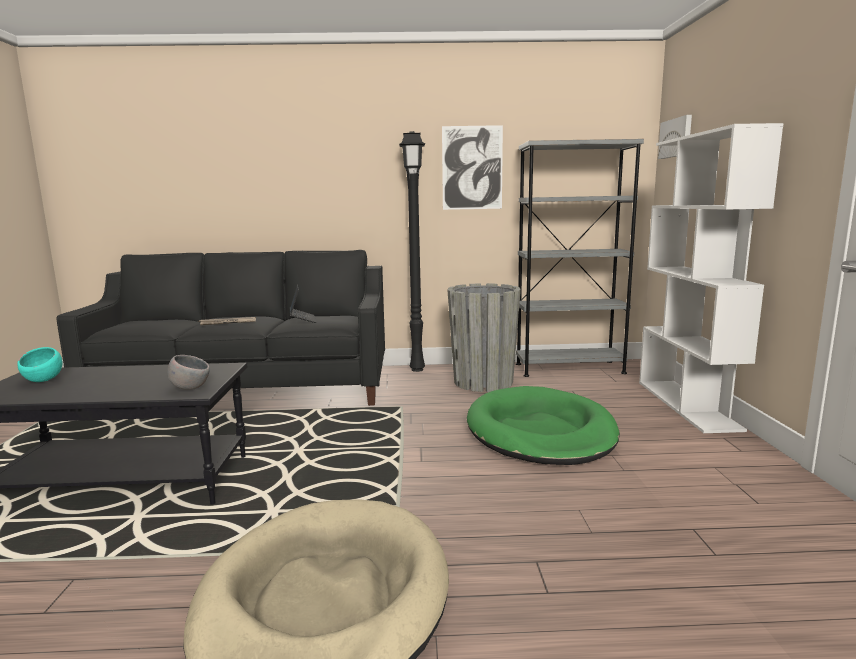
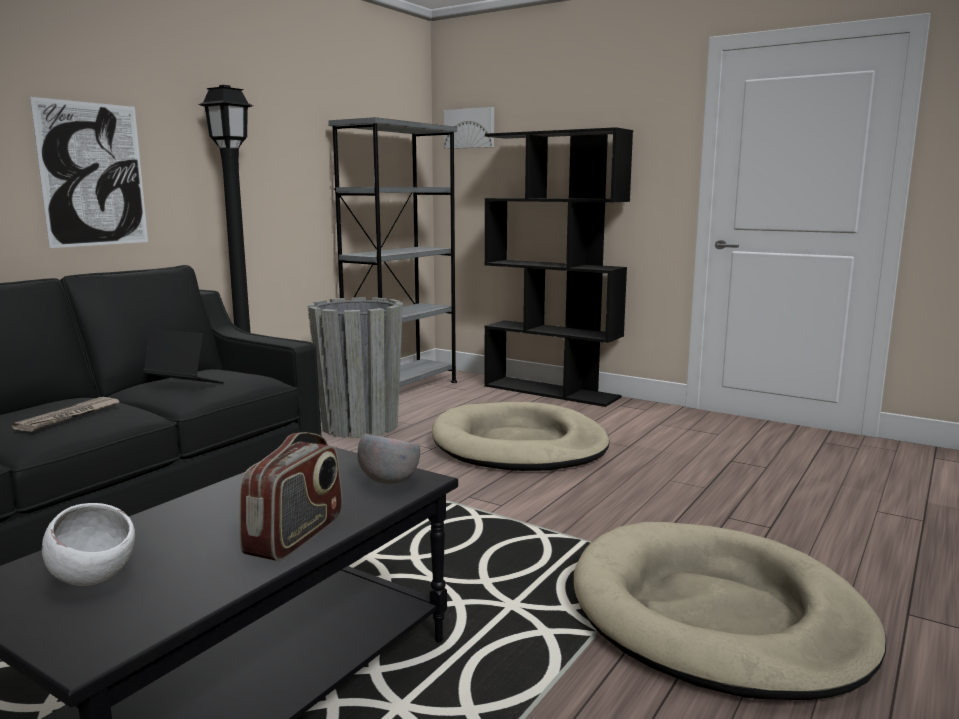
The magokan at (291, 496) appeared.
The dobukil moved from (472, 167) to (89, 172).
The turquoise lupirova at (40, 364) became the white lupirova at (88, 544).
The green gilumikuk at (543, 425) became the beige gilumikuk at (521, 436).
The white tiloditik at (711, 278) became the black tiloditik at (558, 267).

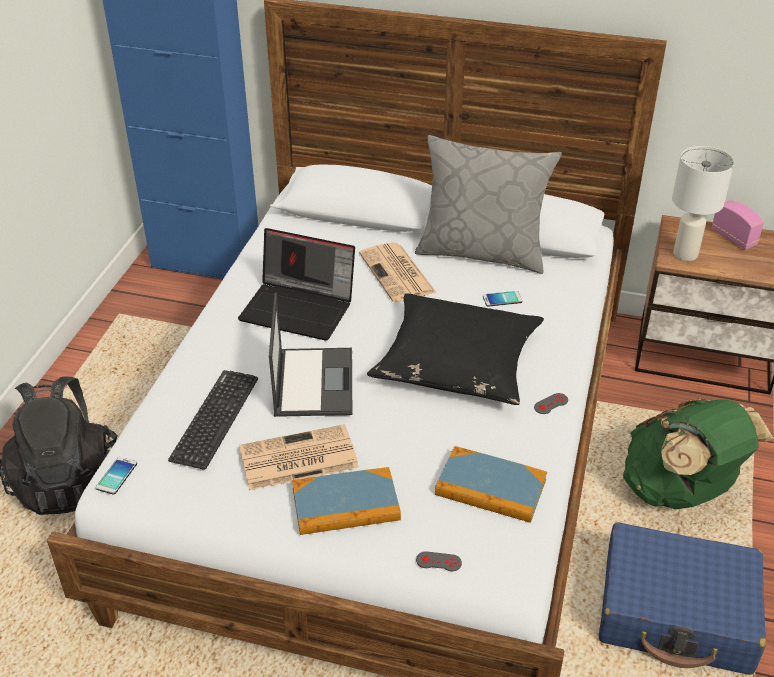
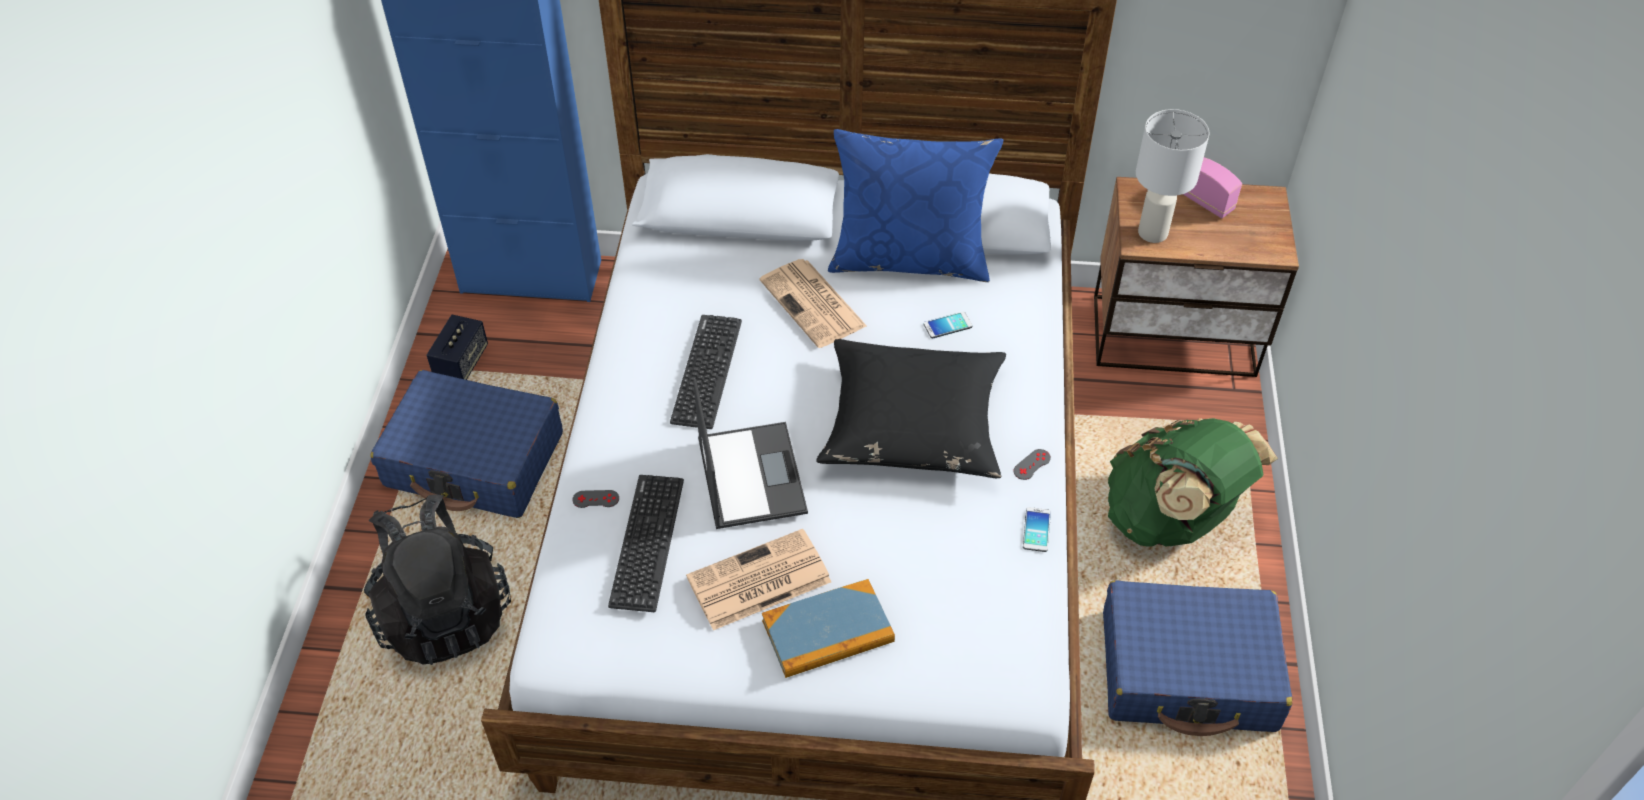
The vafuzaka at (491, 484) disappeared.
The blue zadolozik at (466, 444) appeared.
The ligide at (457, 347) appeared.
The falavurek moved from (116, 475) to (1037, 529).
The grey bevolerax moved from (439, 561) to (595, 499).
The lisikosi at (296, 284) was replaced by the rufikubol at (706, 372).
The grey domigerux at (488, 204) became the blue domigerux at (915, 205).

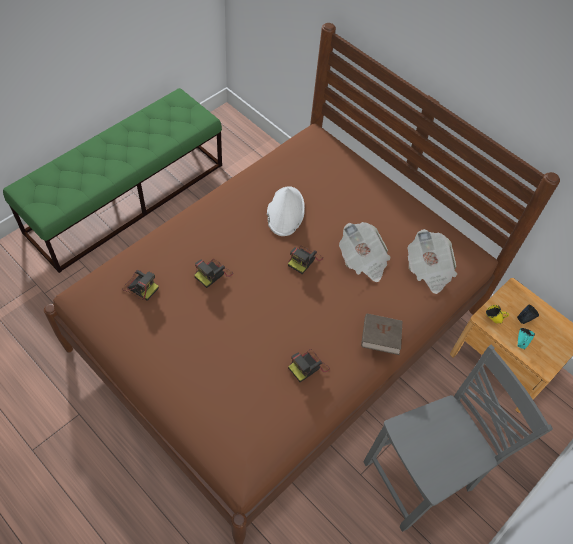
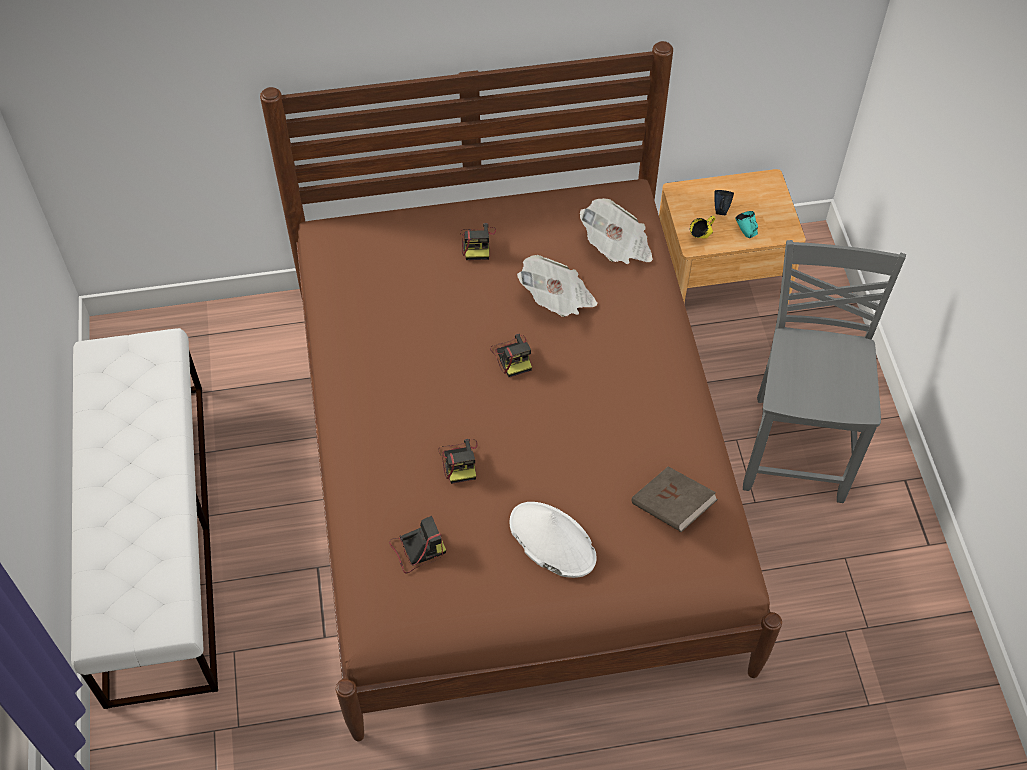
The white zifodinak moved from (286, 211) to (553, 540).
The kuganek moved from (309, 365) to (478, 241).
The brown vafuzaka moved from (381, 334) to (675, 499).
The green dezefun at (112, 180) became the white dezefun at (144, 518).

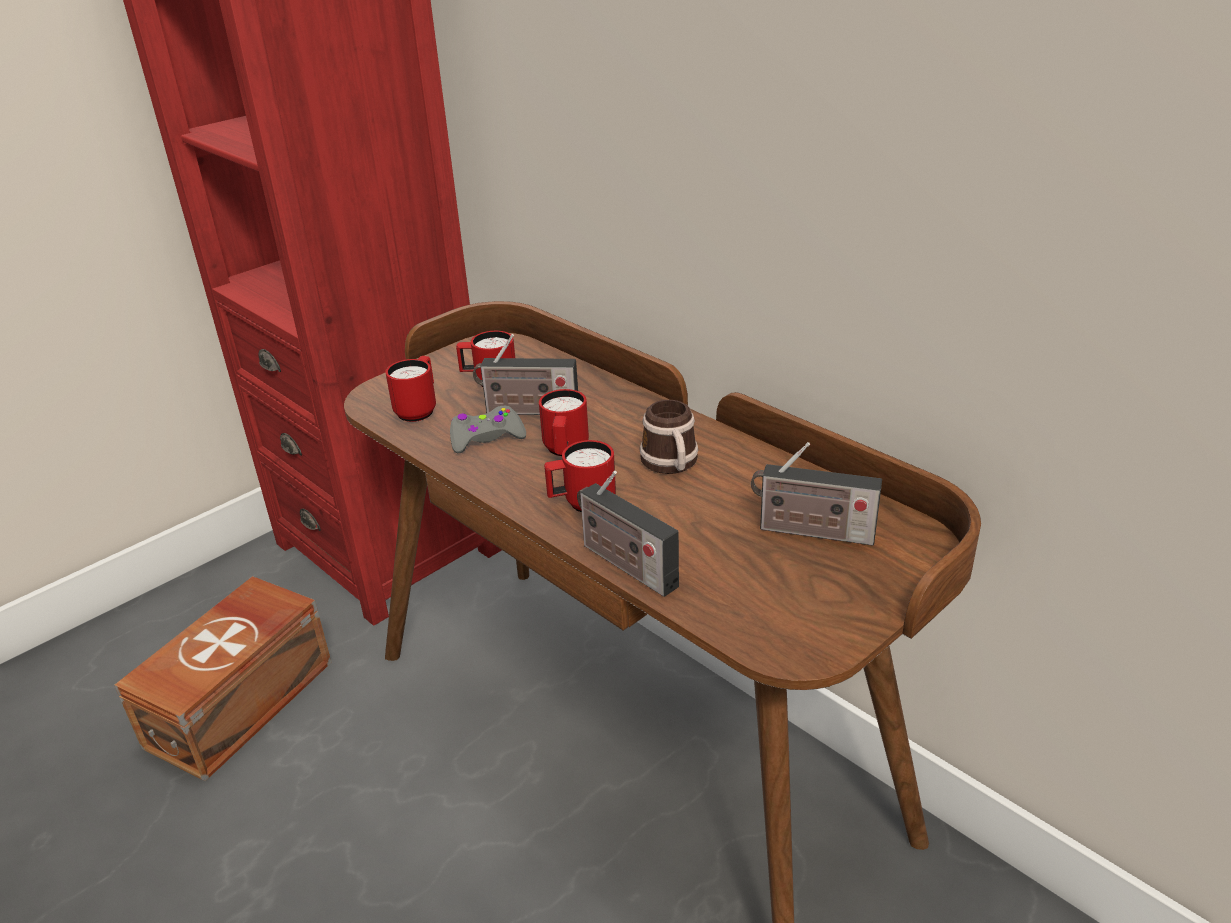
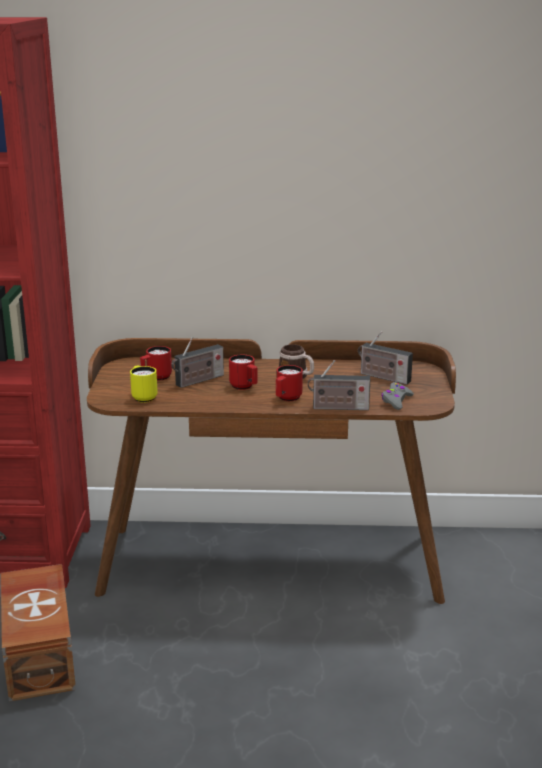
The grey bevolerax moved from (488, 430) to (397, 396).
The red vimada at (410, 389) became the yellow vimada at (144, 384).
The magokan at (816, 493) turned 60 degrees clockwise.

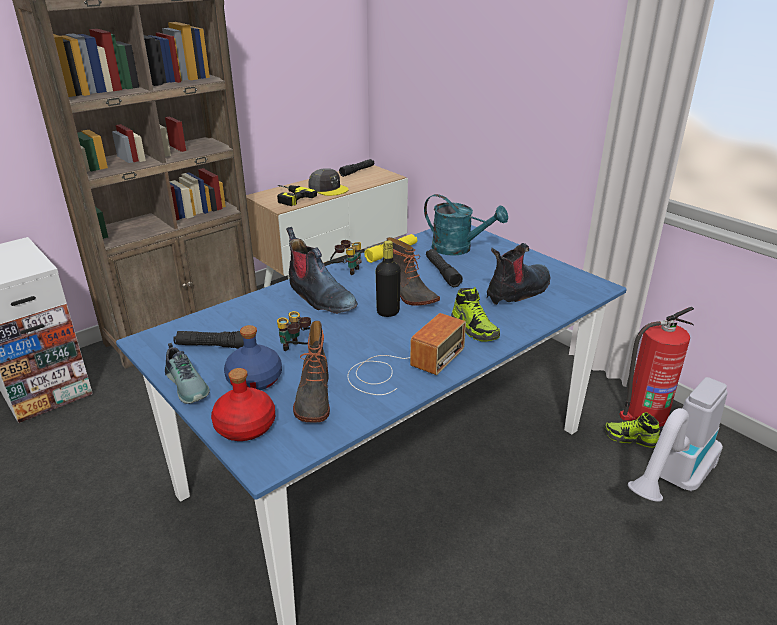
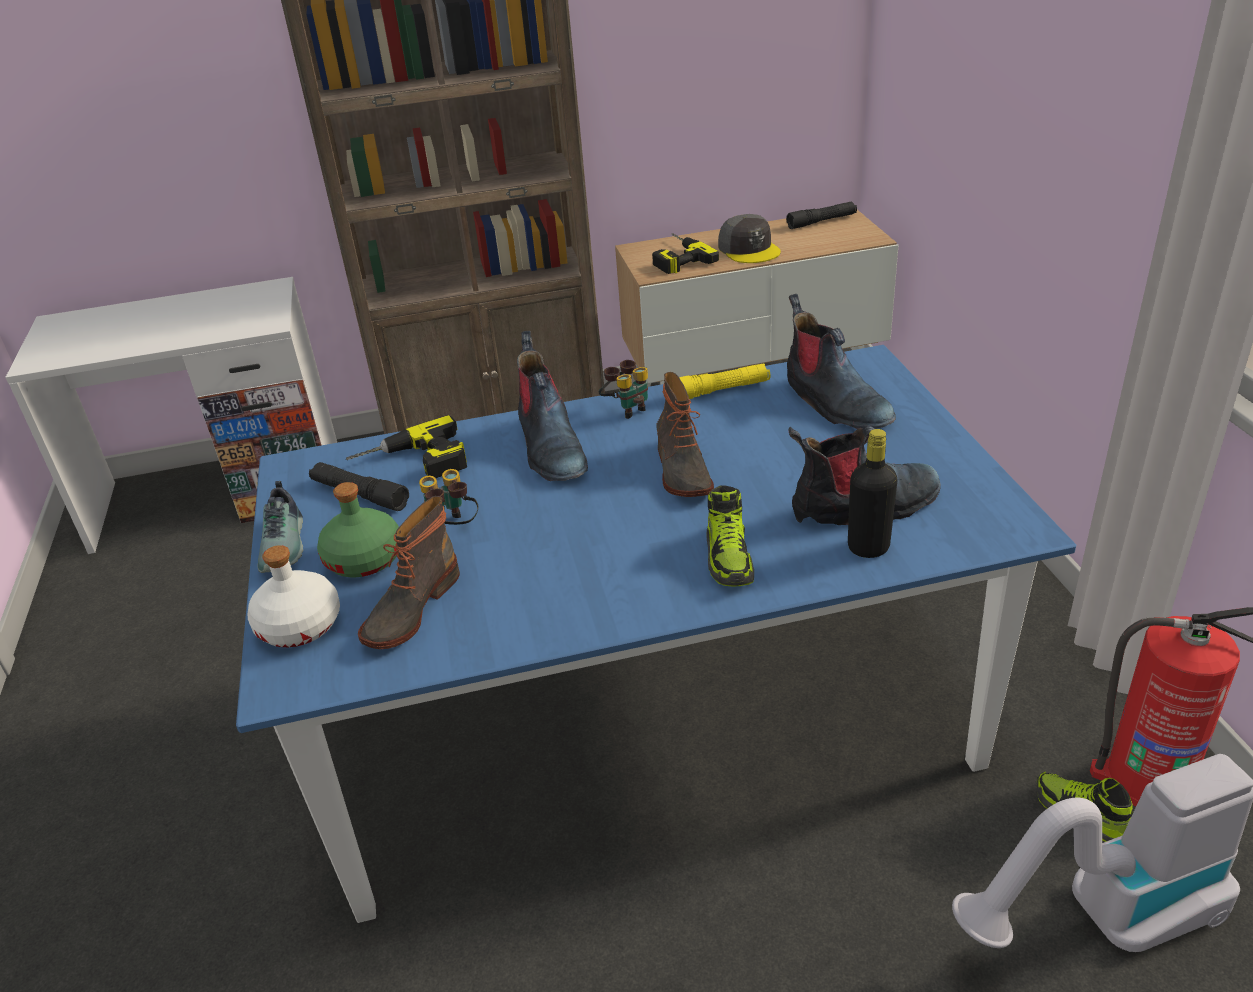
The magokan at (407, 354) disappeared.
The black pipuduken at (444, 268) disappeared.
The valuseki at (406, 446) appeared.
The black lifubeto moved from (388, 278) to (873, 493).
The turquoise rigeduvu at (466, 225) was replaced by the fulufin at (841, 361).
The red lifubeto at (243, 404) became the white lifubeto at (294, 596).
The blue lifubeto at (253, 357) became the green lifubeto at (358, 529).

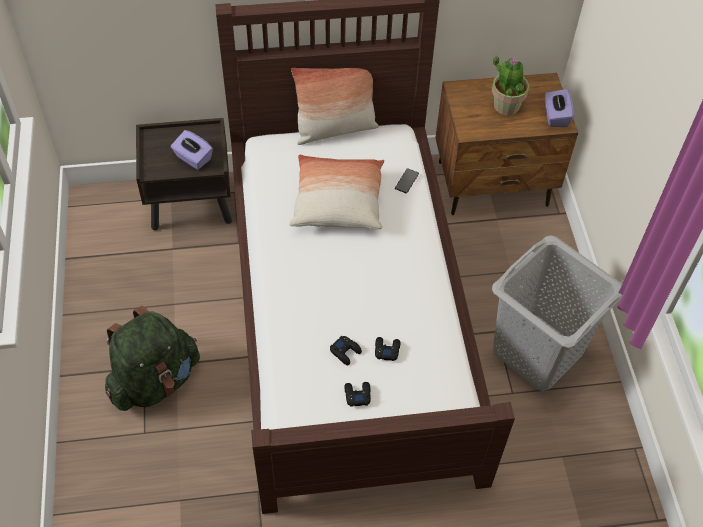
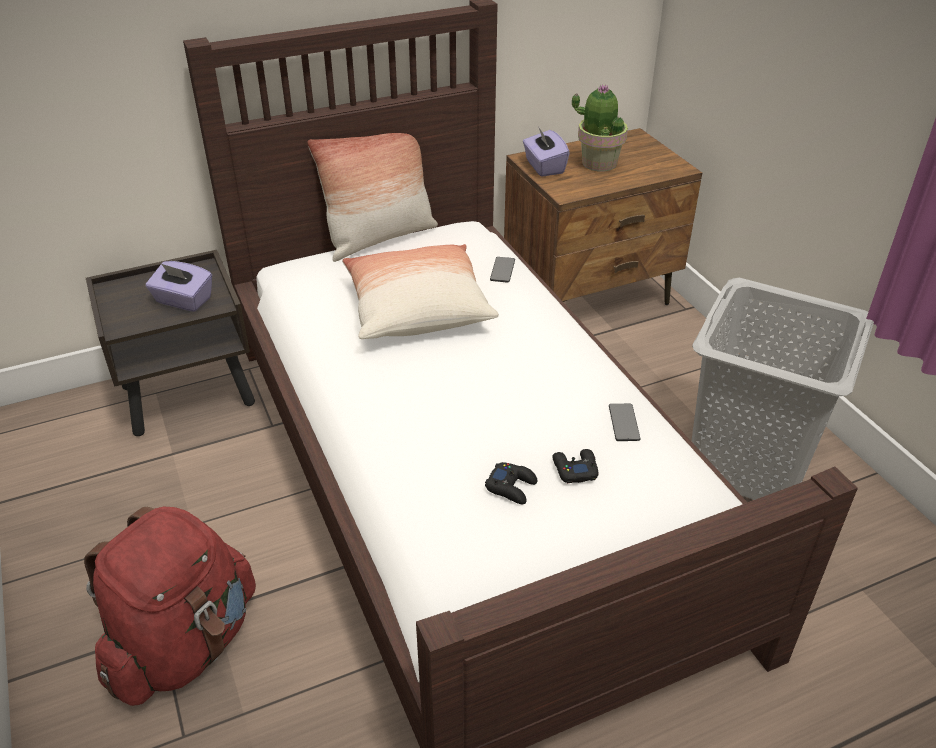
The black bevolerax at (358, 394) disappeared.
The falavurek at (625, 422) appeared.
The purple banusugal moved from (559, 108) to (546, 151).
The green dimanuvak at (152, 358) became the red dimanuvak at (170, 606).

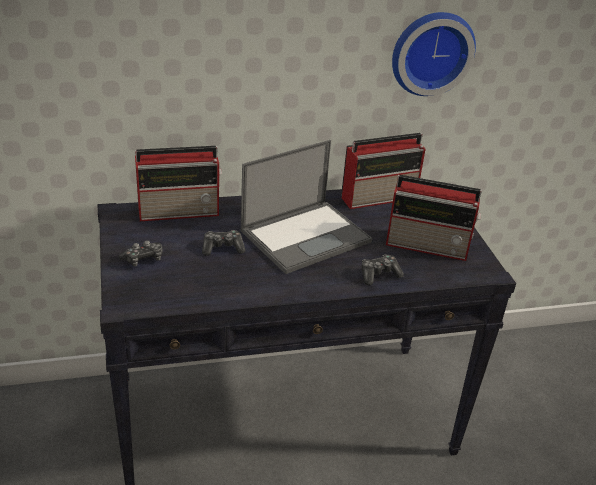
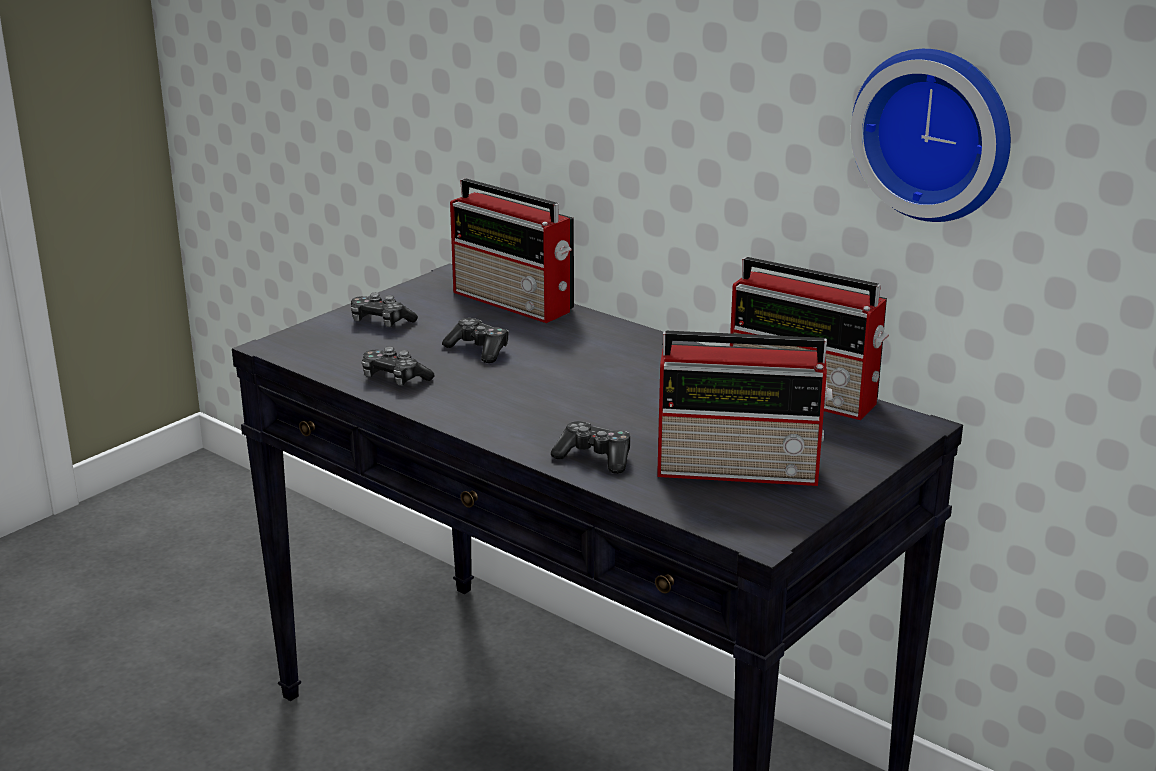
The lisikosi at (306, 207) disappeared.
The bevolerax at (398, 366) appeared.
The magokan at (434, 218) turned 60 degrees counterclockwise.

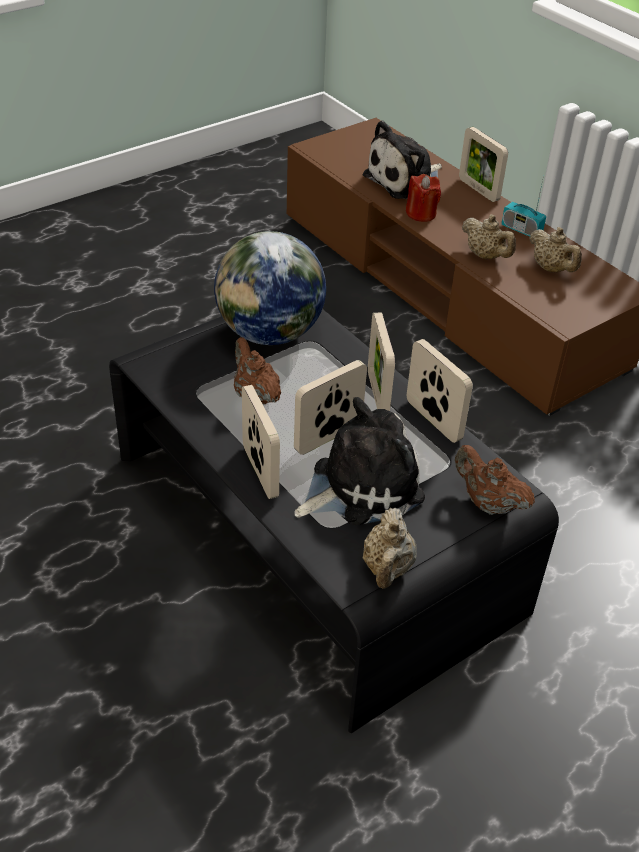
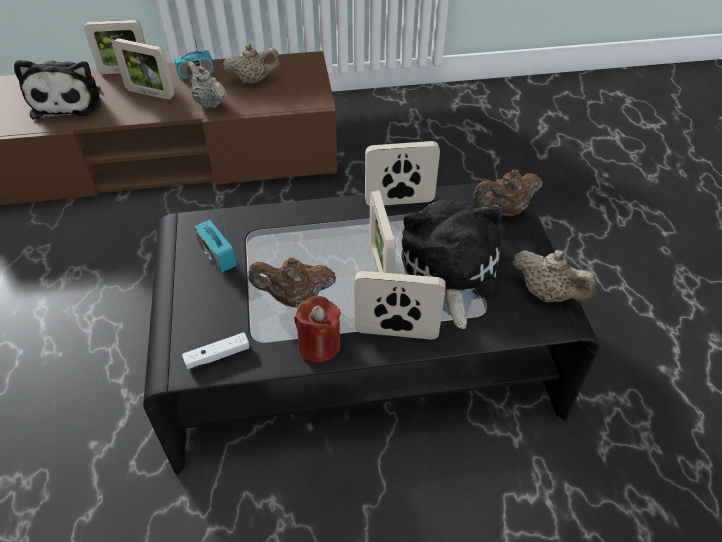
The white bevolerax at (215, 350) appeared.
The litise moved from (381, 361) to (143, 69).
The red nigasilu moved from (423, 198) to (317, 329).
The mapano at (270, 288) was replaced by the magokan at (215, 238).
The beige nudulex at (489, 236) turned 120 degrees counterclockwise.

